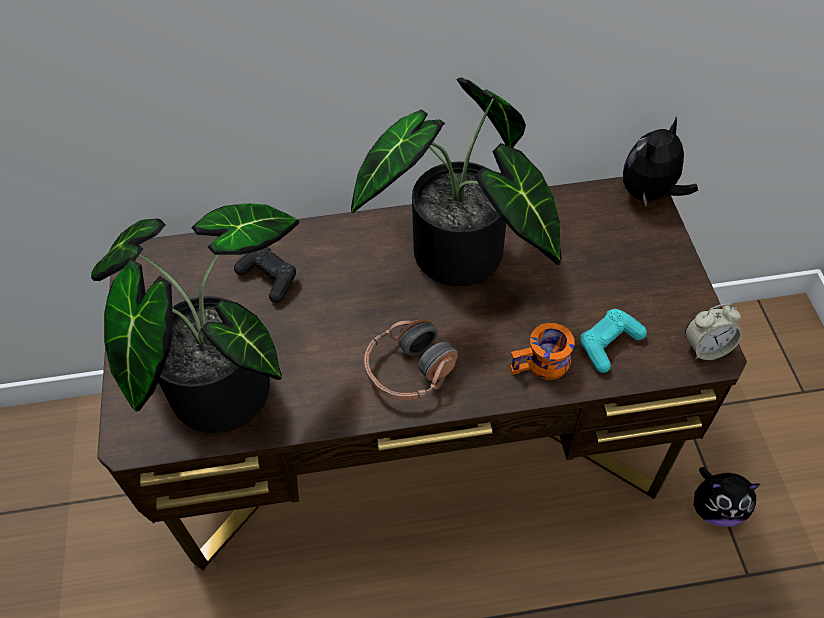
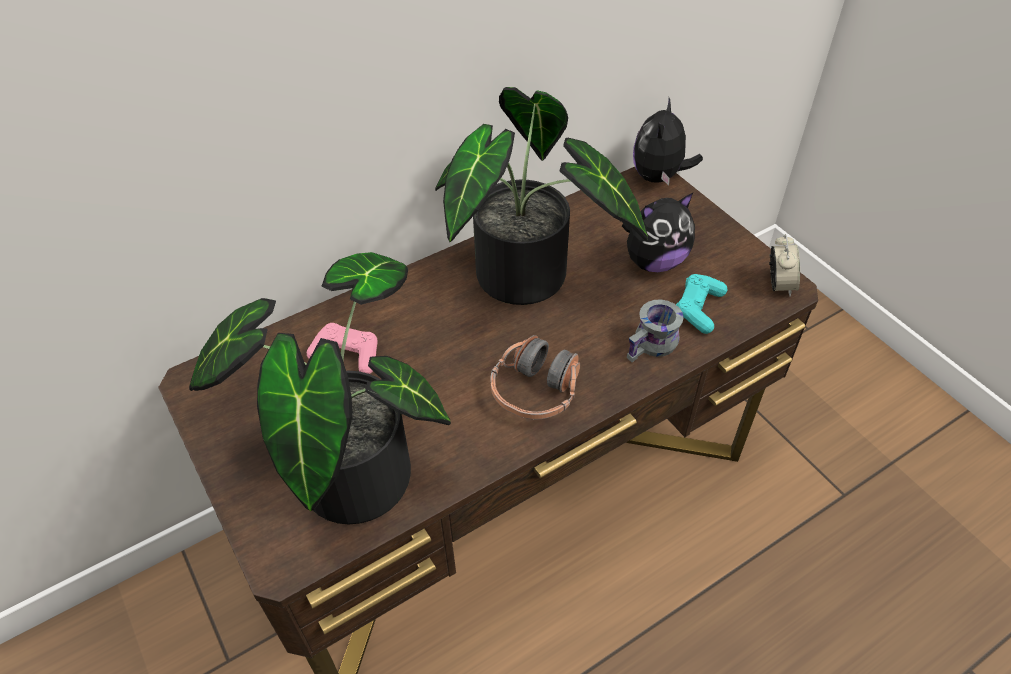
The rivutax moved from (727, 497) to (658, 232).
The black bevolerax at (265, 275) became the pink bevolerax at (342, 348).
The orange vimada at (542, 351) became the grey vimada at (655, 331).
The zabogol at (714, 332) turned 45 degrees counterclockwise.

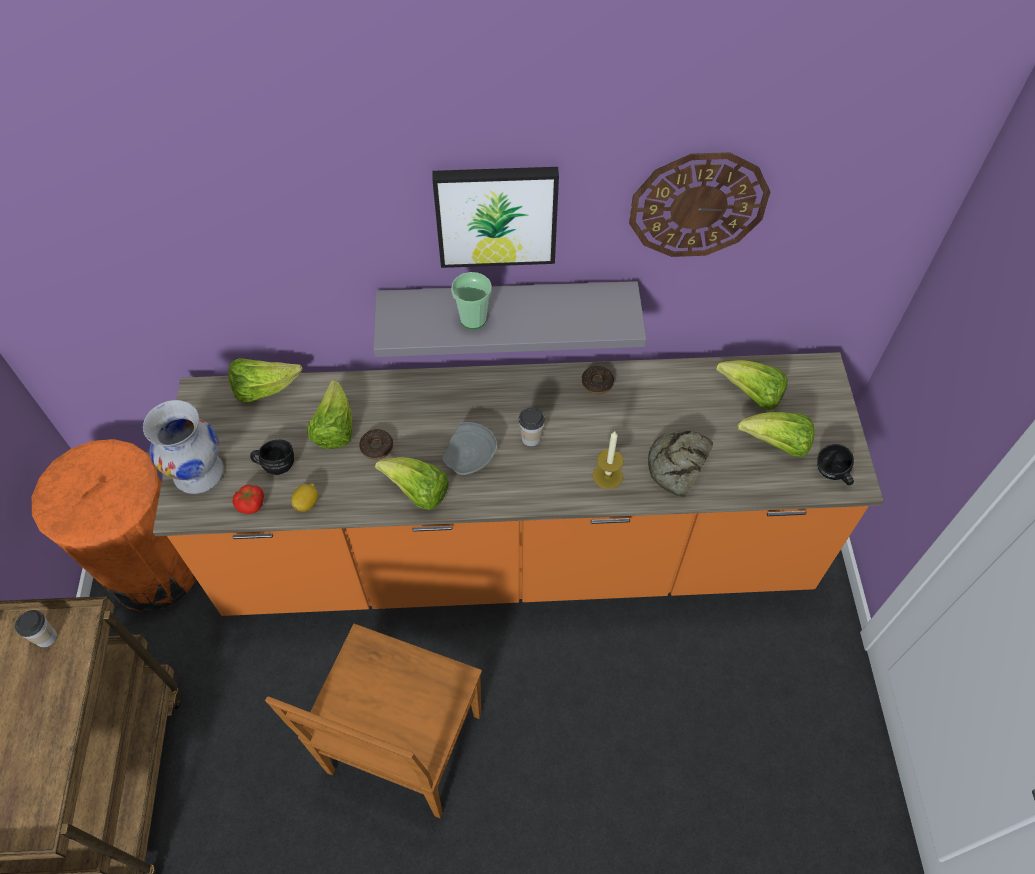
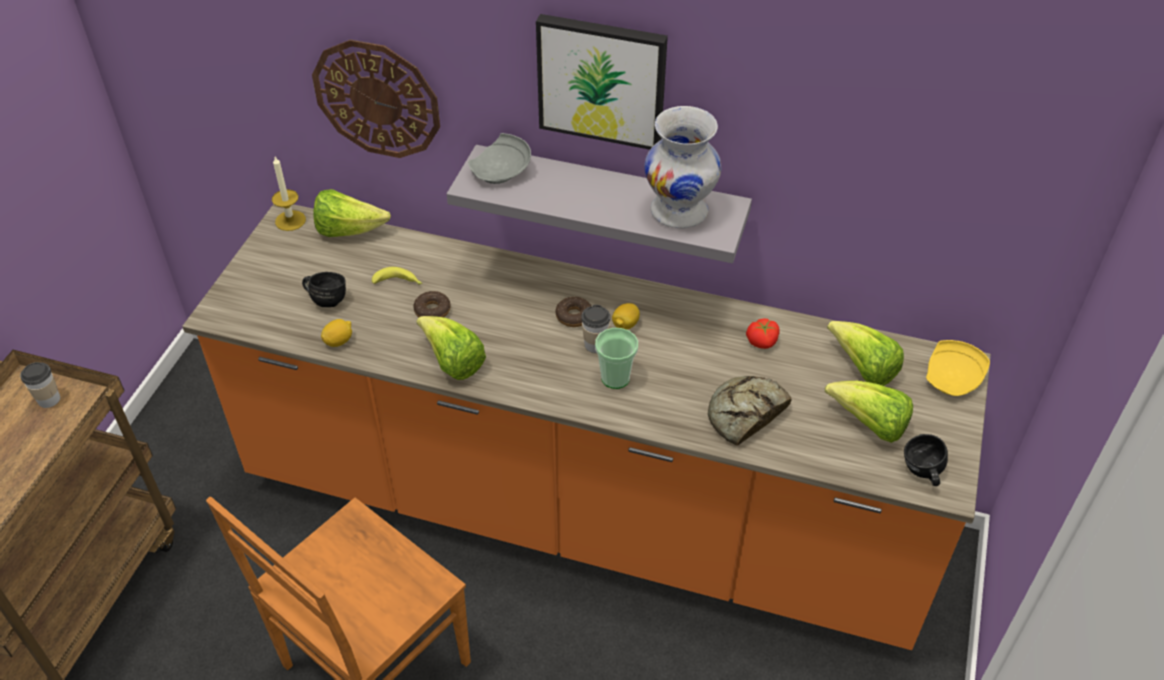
The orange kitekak at (114, 525) disappeared.
The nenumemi at (626, 316) appeared.
The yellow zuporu at (958, 368) appeared.
The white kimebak moved from (183, 447) to (682, 167).
The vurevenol moved from (248, 499) to (763, 333).
The grey zuporu moved from (470, 448) to (499, 158).
The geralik moved from (471, 300) to (616, 358).
The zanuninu moved from (598, 380) to (573, 312).
The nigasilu moved from (608, 460) to (289, 194).
The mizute moved from (699, 204) to (376, 99).
The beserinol at (330, 414) was replaced by the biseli at (397, 276).

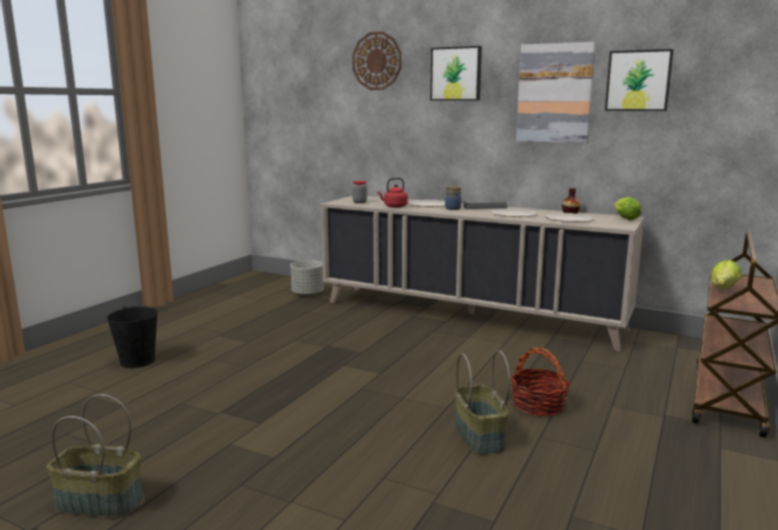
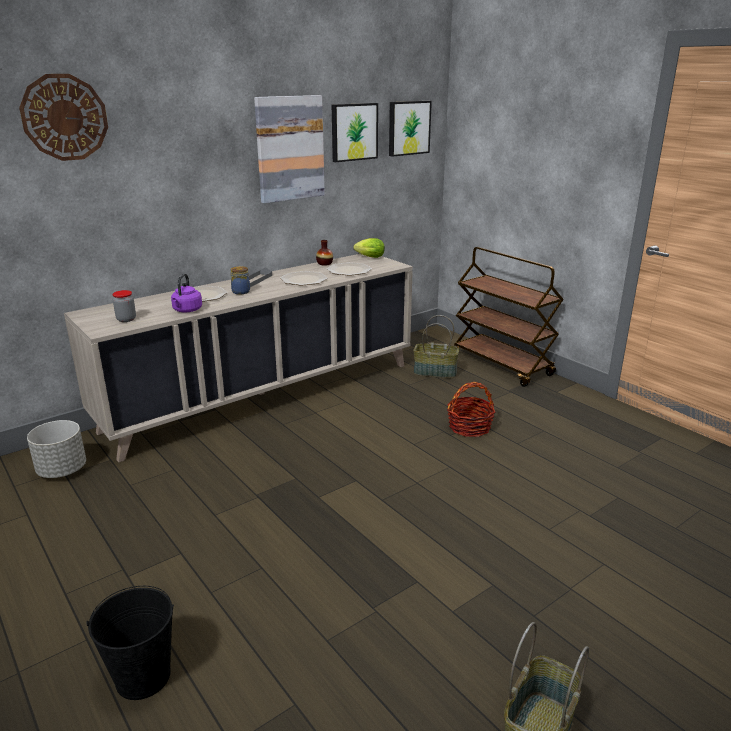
The beserinol at (726, 274) disappeared.
The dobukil moved from (456, 73) to (410, 129).
The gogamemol moved from (482, 402) to (436, 346).
The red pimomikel at (392, 192) became the purple pimomikel at (186, 293).

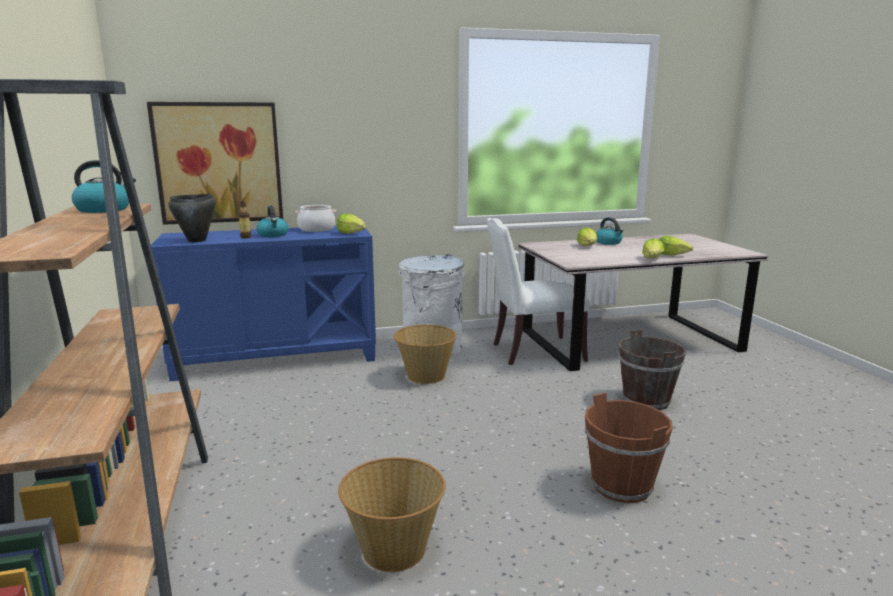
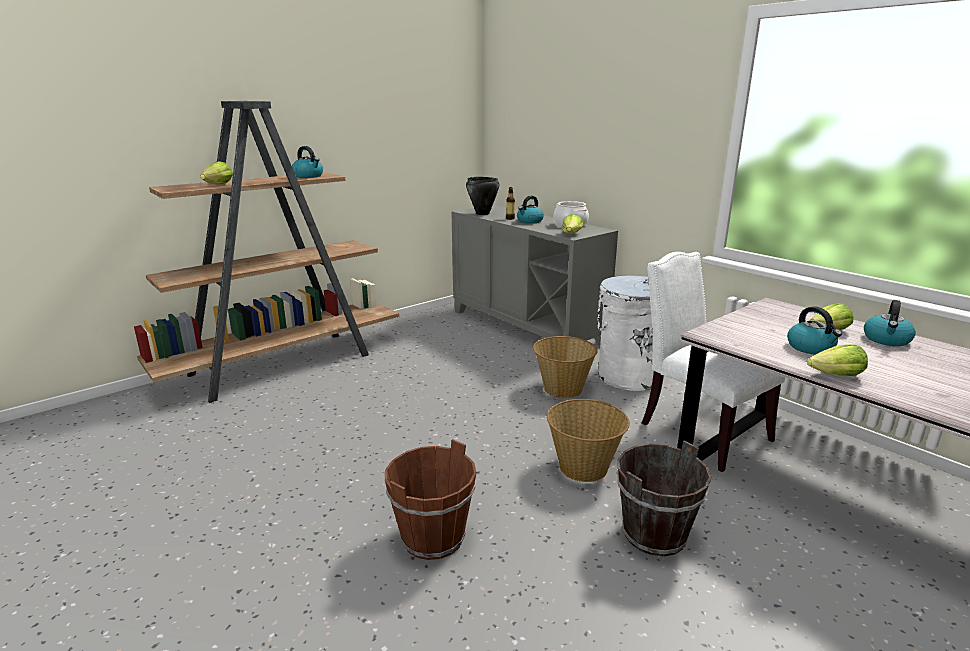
The dobukil at (215, 163) disappeared.
The pimomikel at (814, 330) appeared.
The gogamemol moved from (392, 514) to (588, 440).
The beserinol moved from (676, 245) to (216, 172).
The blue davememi at (263, 303) became the grey davememi at (534, 275).

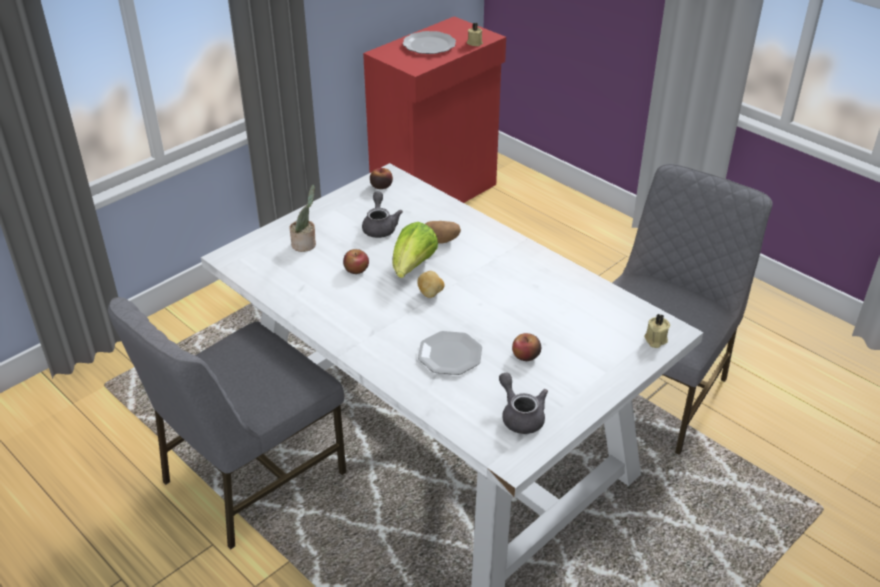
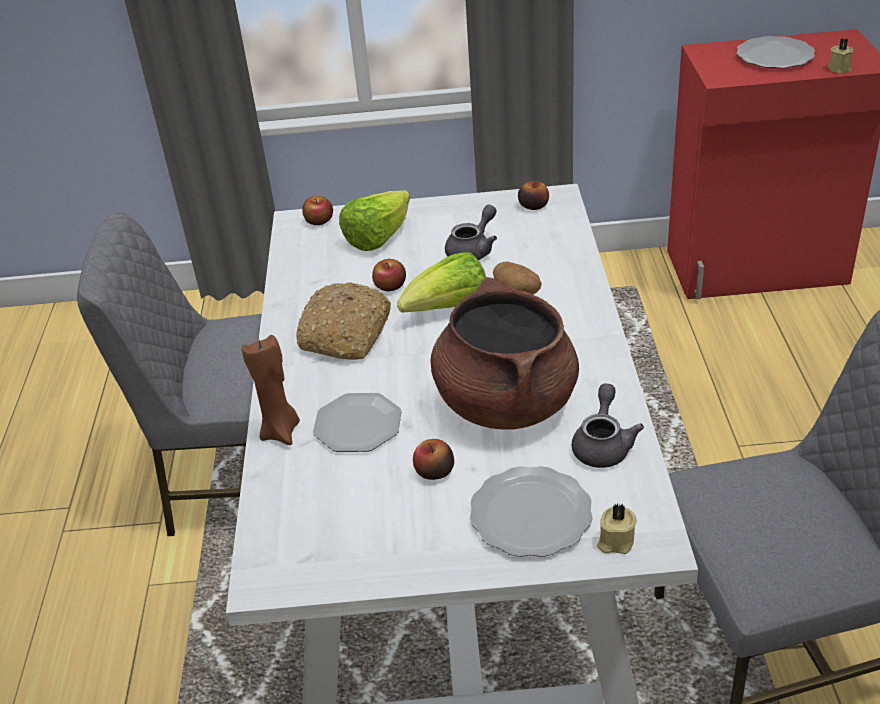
The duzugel at (431, 284) disappeared.
The brown nigasilu at (271, 390) appeared.
The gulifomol at (343, 321) appeared.
The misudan at (317, 210) appeared.
The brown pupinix at (505, 353) appeared.
The zuporu at (531, 511) appeared.
The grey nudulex moved from (523, 403) to (608, 426).
The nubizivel at (303, 218) was replaced by the beserinol at (374, 220).

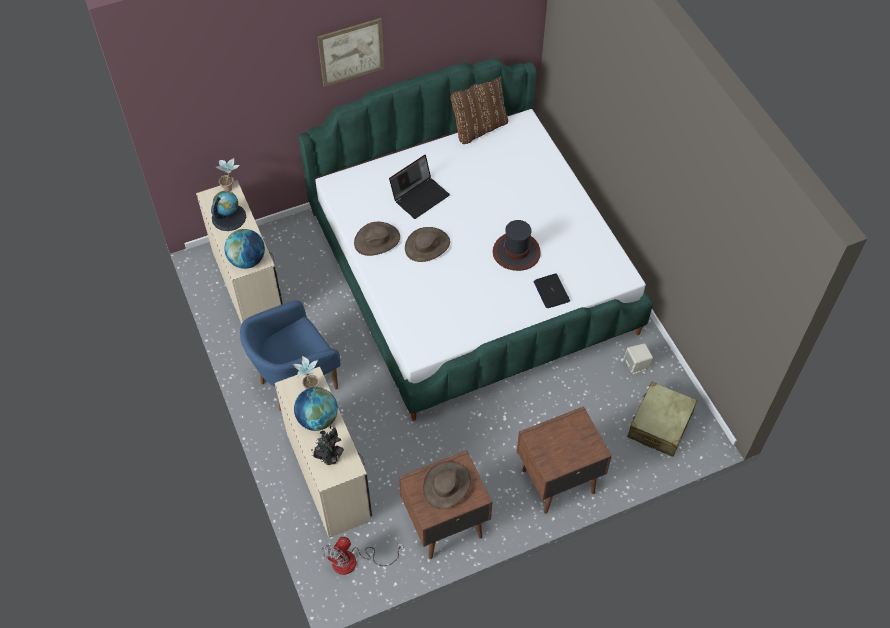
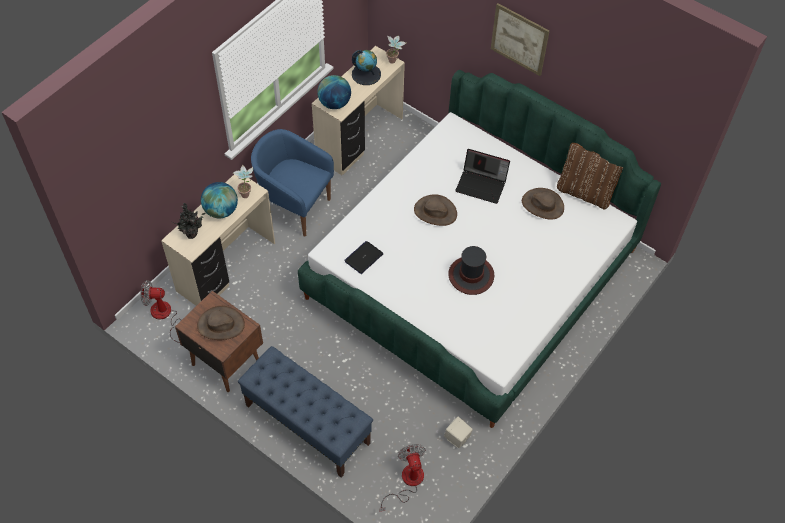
The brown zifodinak moved from (377, 239) to (543, 204).
The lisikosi moved from (551, 290) to (363, 257).
The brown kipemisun at (564, 460) was replaced by the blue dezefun at (305, 412).
The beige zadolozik at (662, 419) was replaced by the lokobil at (402, 478).

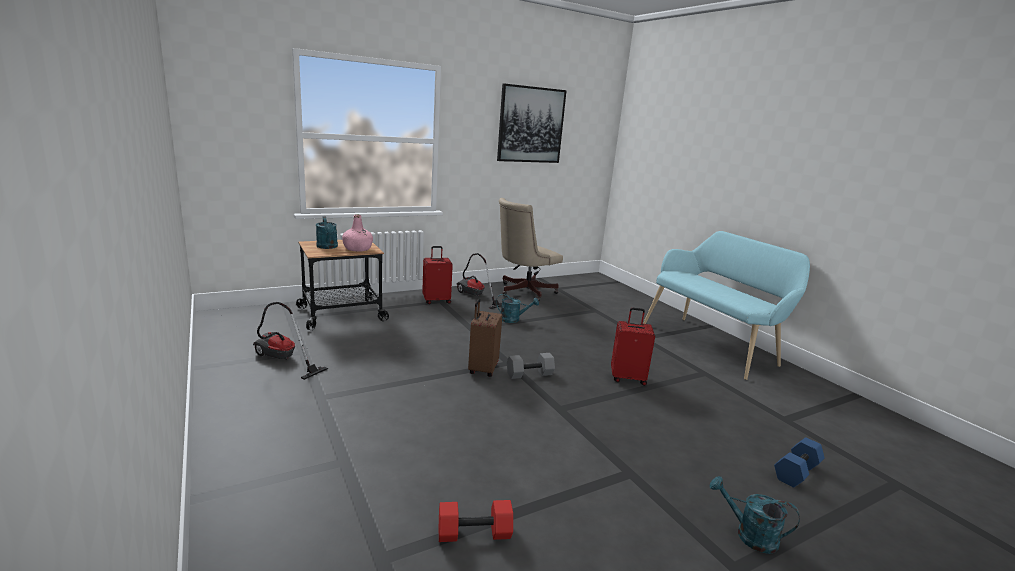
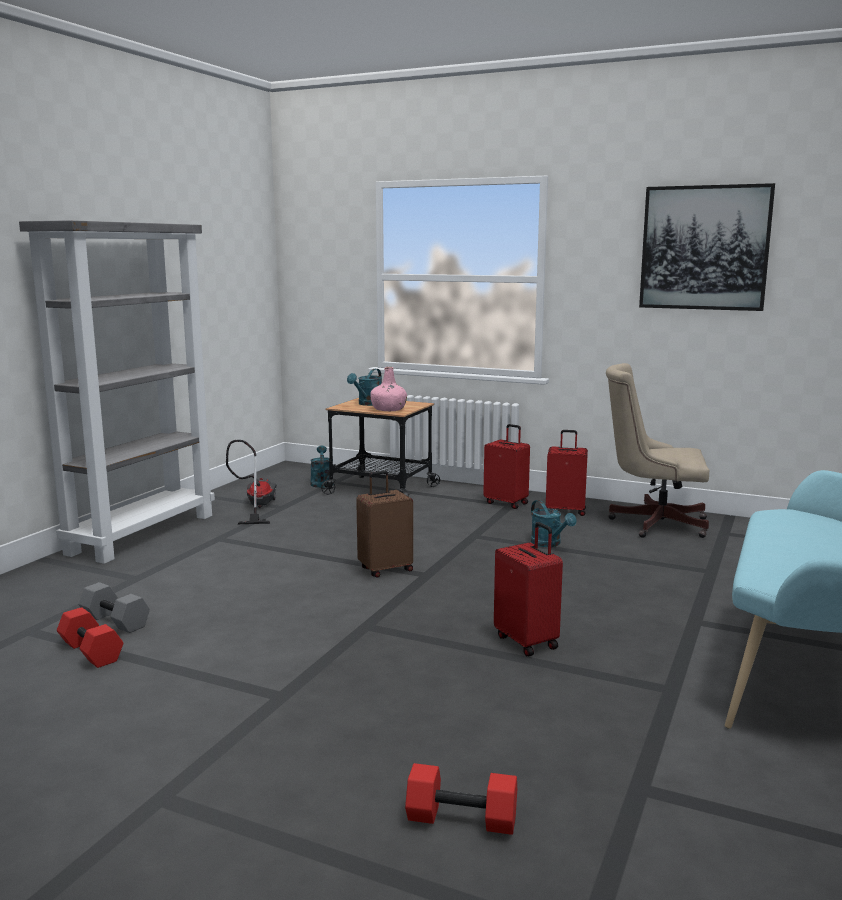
The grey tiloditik at (117, 392) appeared.
The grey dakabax moved from (531, 366) to (114, 607).
The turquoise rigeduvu moved from (755, 515) to (322, 466).
The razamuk at (479, 281) was replaced by the red zadolozik at (567, 473).
The blue dakabax at (799, 462) became the red dakabax at (461, 799).

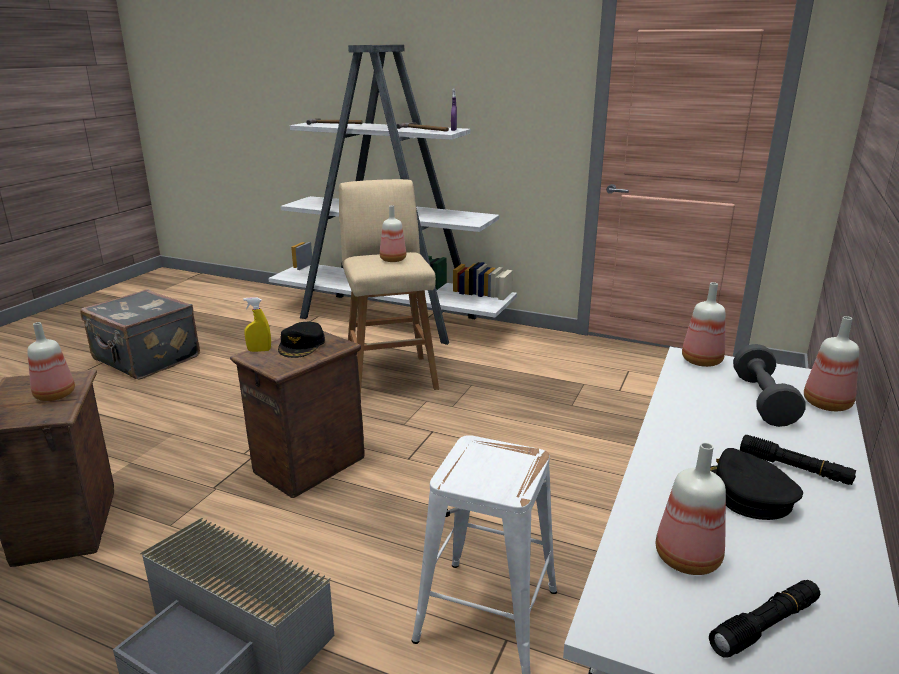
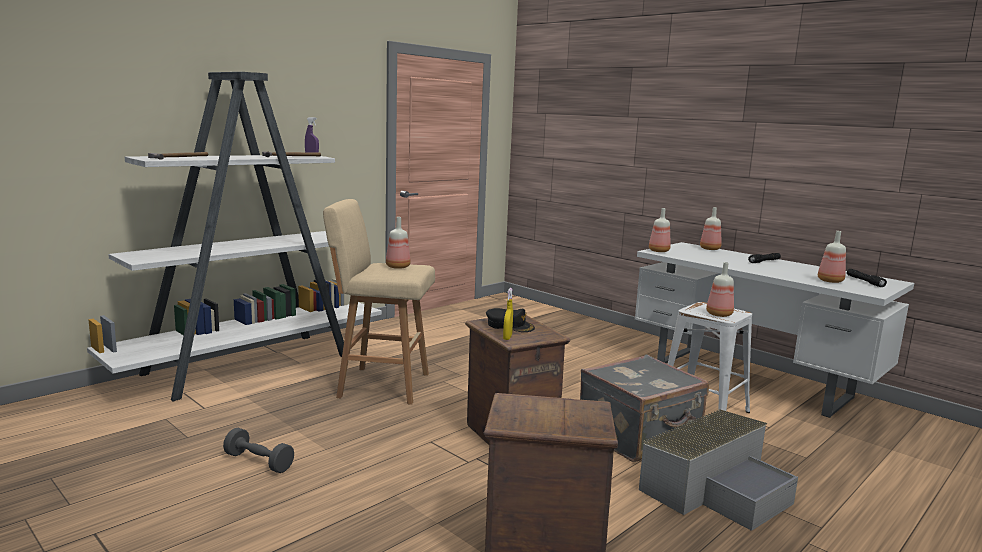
The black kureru at (756, 484) disappeared.
The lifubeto moved from (51, 361) to (720, 289).
The grey zadolozik moved from (140, 334) to (644, 408).
The grey dakabax moved from (769, 385) to (258, 450).

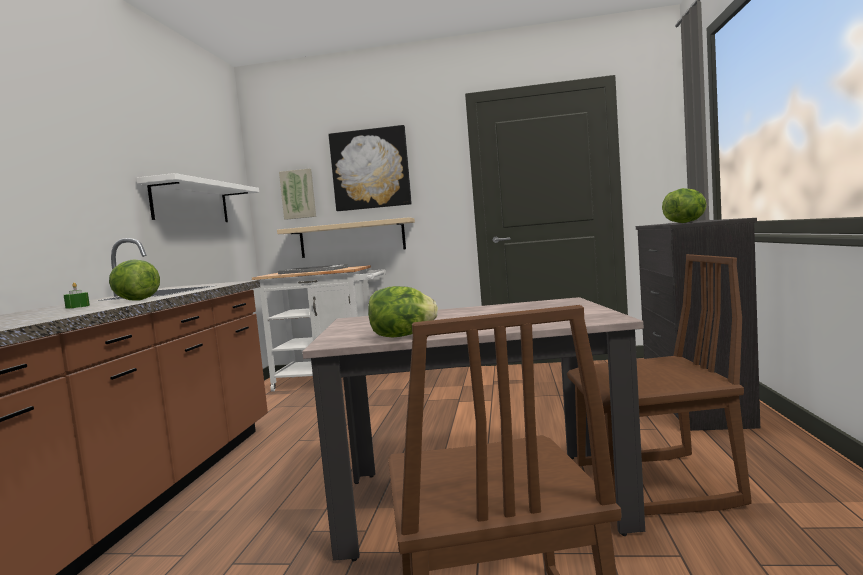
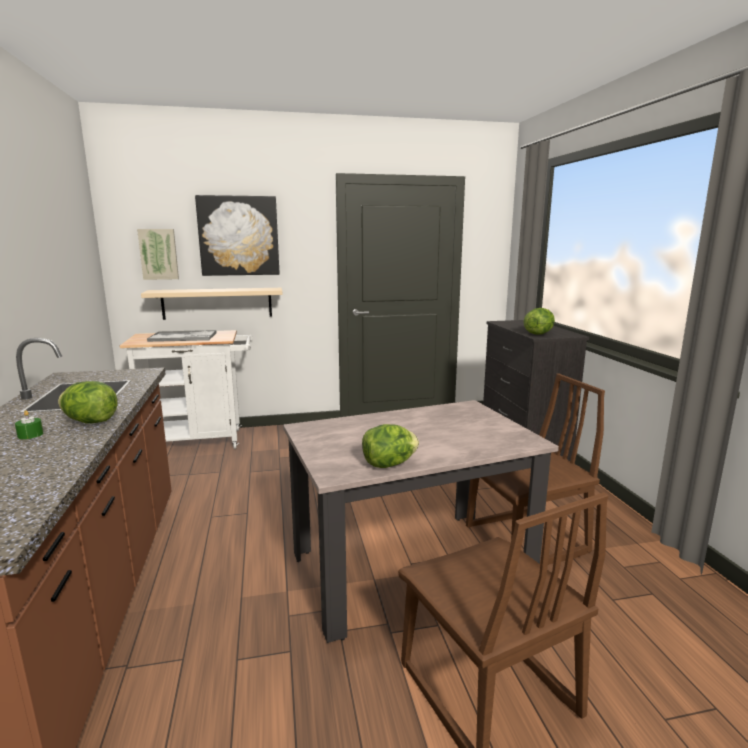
The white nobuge at (197, 197) disappeared.

